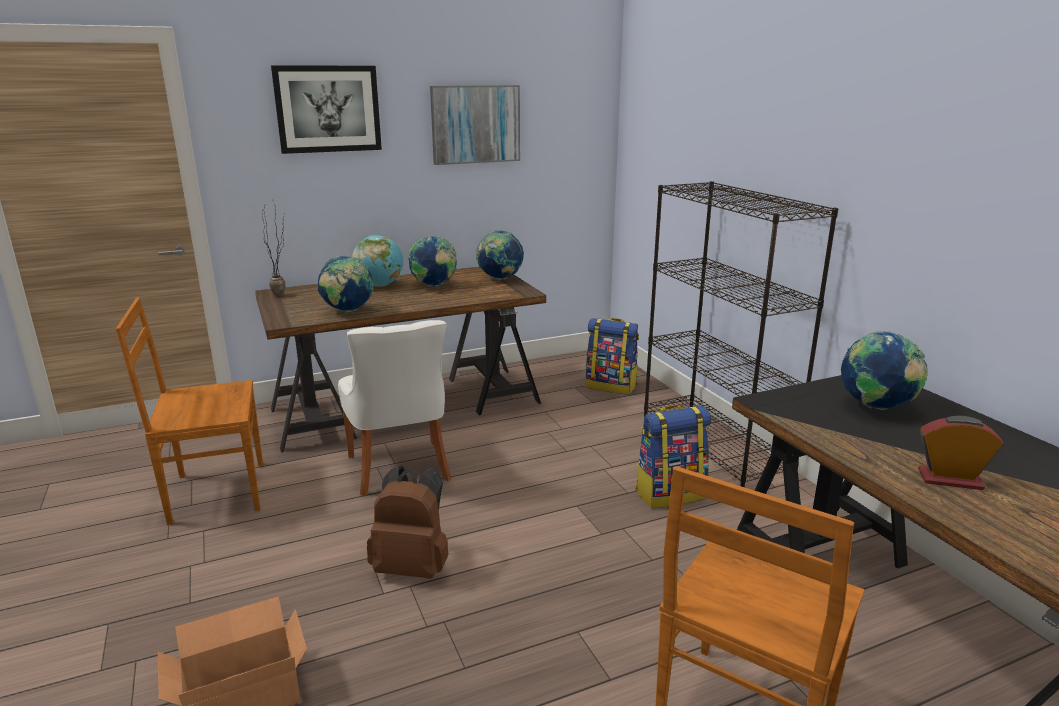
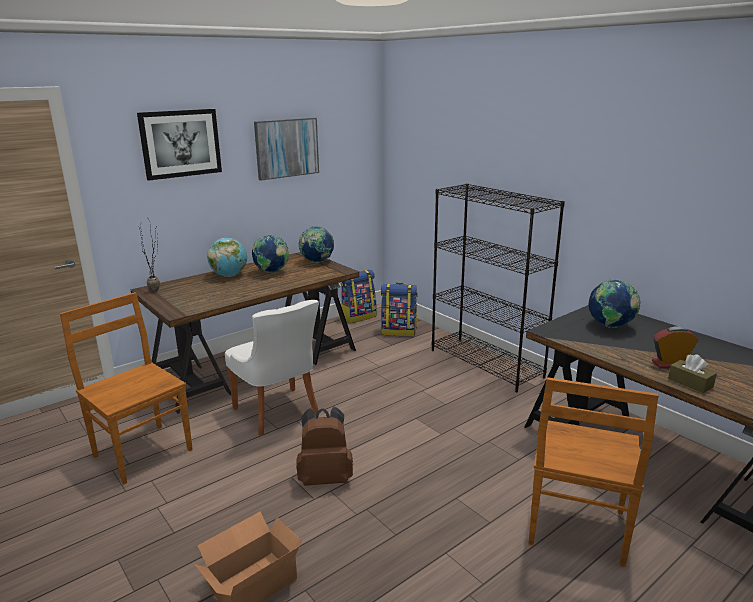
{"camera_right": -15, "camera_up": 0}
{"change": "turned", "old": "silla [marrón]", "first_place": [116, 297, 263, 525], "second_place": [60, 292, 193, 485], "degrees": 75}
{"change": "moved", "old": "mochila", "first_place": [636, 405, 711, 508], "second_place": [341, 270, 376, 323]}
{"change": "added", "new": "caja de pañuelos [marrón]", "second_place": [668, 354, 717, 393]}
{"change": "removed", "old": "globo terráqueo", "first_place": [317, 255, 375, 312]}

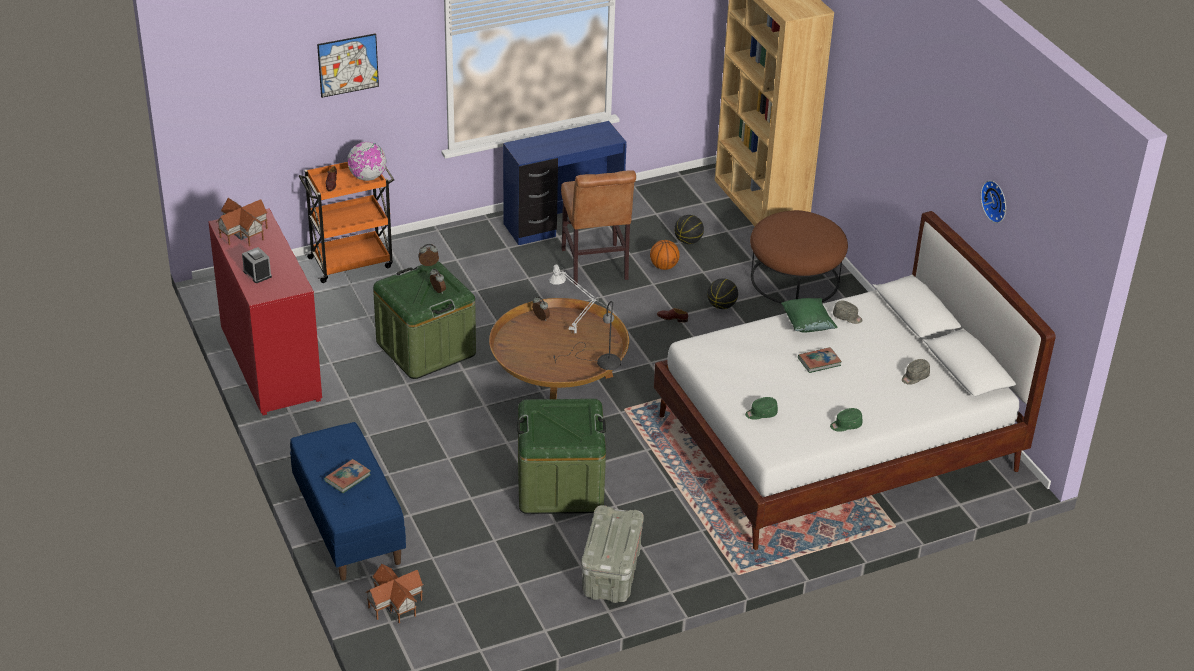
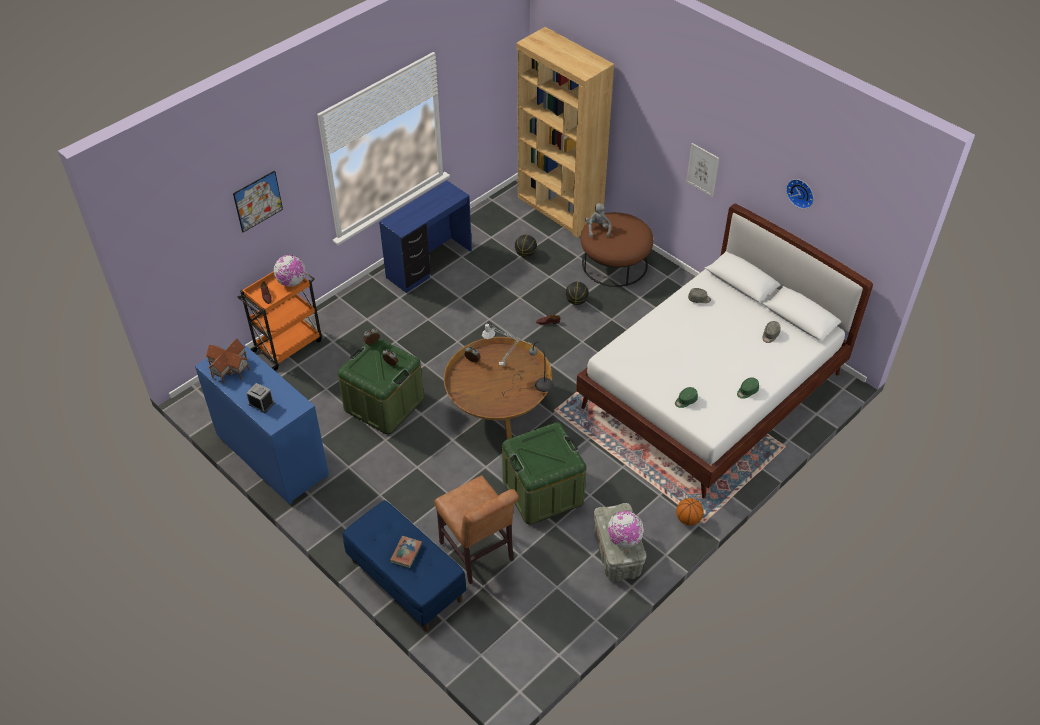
{"camera_right": -20, "camera_up": 10}
{"change": "recoloured", "old": "cómoda [rojo]", "new": "cómoda [azul]", "first_place": [208, 208, 322, 415], "second_place": [195, 339, 329, 504]}
{"change": "moved", "old": "silla [marrón]", "first_place": [561, 170, 636, 285], "second_place": [434, 475, 519, 584]}
{"change": "added", "new": "peluche [gris]", "second_place": [585, 203, 611, 237]}
{"change": "added", "new": "globo terráqueo", "second_place": [608, 511, 644, 548]}
{"change": "moved", "old": "balón de baloncesto", "first_place": [650, 240, 680, 270], "second_place": [676, 498, 704, 525]}
{"change": "added", "new": "cuadro", "second_place": [686, 143, 719, 197]}
{"change": "removed", "old": "casita", "first_place": [365, 564, 424, 623]}
{"change": "removed", "old": "cojín [verde]", "first_place": [781, 298, 838, 333]}
{"change": "removed", "old": "libro", "first_place": [798, 347, 842, 373]}

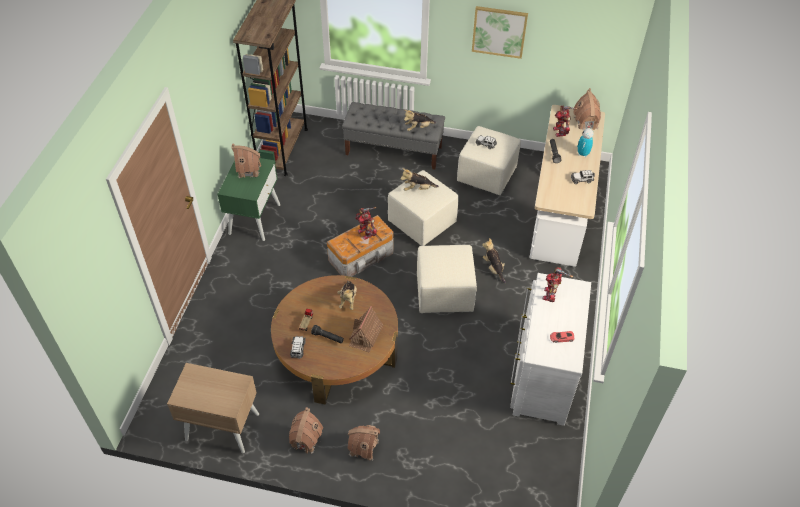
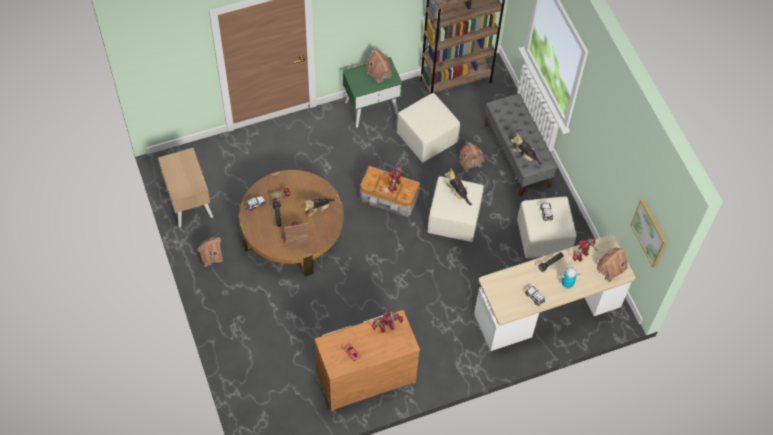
{"camera_right": 55, "camera_up": 10}
{"change": "recoloured", "old": "cómoda [blanco]", "new": "cómoda [marrón]", "first_place": [510, 273, 591, 426], "second_place": [314, 310, 420, 412]}
{"change": "moved", "old": "puf [beis]", "first_place": [417, 245, 477, 313], "second_place": [397, 93, 460, 162]}
{"change": "moved", "old": "casita", "first_place": [347, 425, 380, 461], "second_place": [459, 142, 485, 170]}
{"change": "moved", "old": "cuadro", "first_place": [472, 6, 528, 59], "second_place": [630, 198, 667, 268]}
{"change": "removed", "old": "peluche", "first_place": [482, 238, 506, 283]}

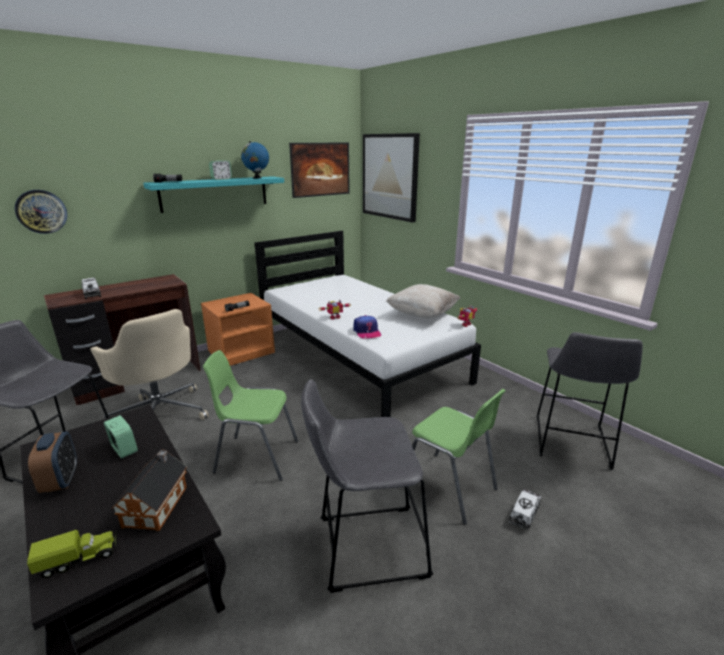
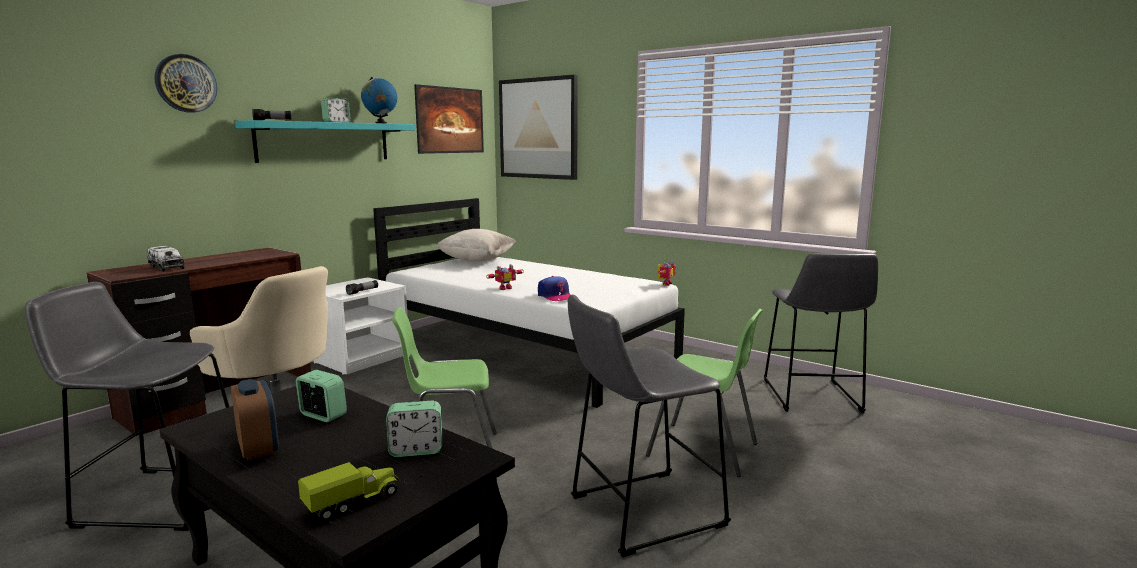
{"camera_right": -15, "camera_up": -10}
{"change": "moved", "old": "reloj de pared", "first_place": [15, 190, 67, 234], "second_place": [154, 54, 217, 113]}
{"change": "recoloured", "old": "mesita de noche [naranja]", "new": "mesita de noche [blanco]", "first_place": [201, 293, 275, 366], "second_place": [313, 277, 408, 375]}
{"change": "replaced", "old": "casita", "new": "despertador", "first_place": [111, 450, 187, 531], "second_place": [386, 401, 442, 457]}
{"change": "moved", "old": "cojín [beis]", "first_place": [386, 284, 460, 319], "second_place": [436, 229, 516, 262]}
{"change": "removed", "old": "camión de juguete", "first_place": [509, 489, 542, 531]}

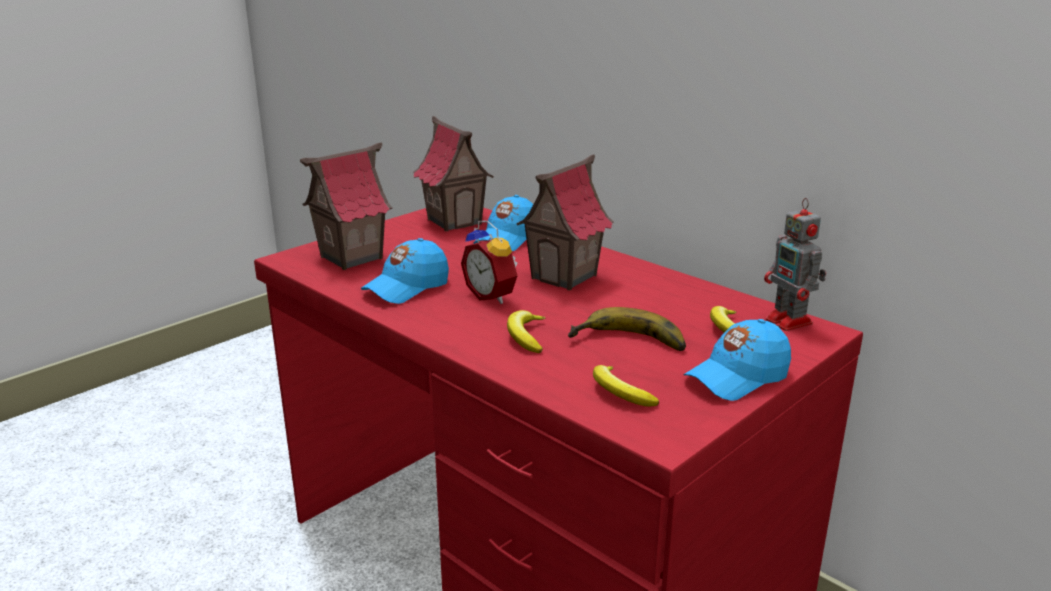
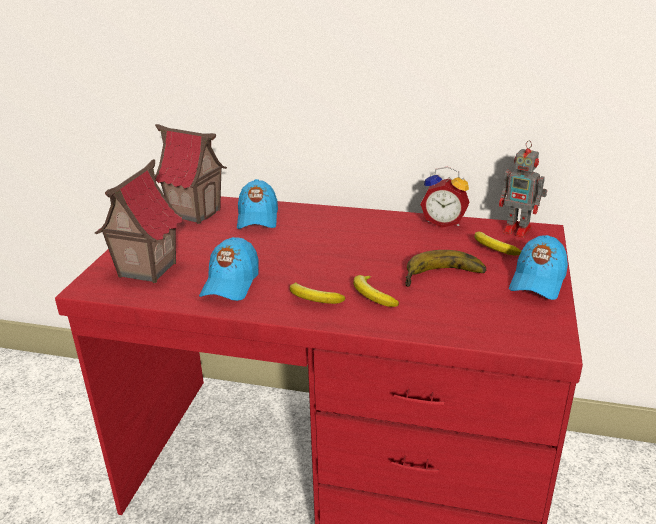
{"camera_right": -30, "camera_up": 5}
{"change": "moved", "old": "plátano", "first_place": [593, 365, 659, 406], "second_place": [290, 282, 346, 304]}
{"change": "moved", "old": "despertador", "first_place": [461, 221, 517, 304], "second_place": [420, 167, 470, 228]}
{"change": "removed", "old": "casita", "first_place": [516, 155, 614, 290]}

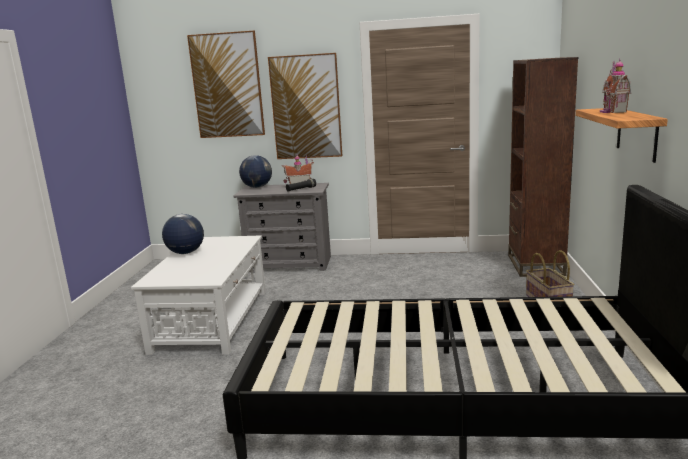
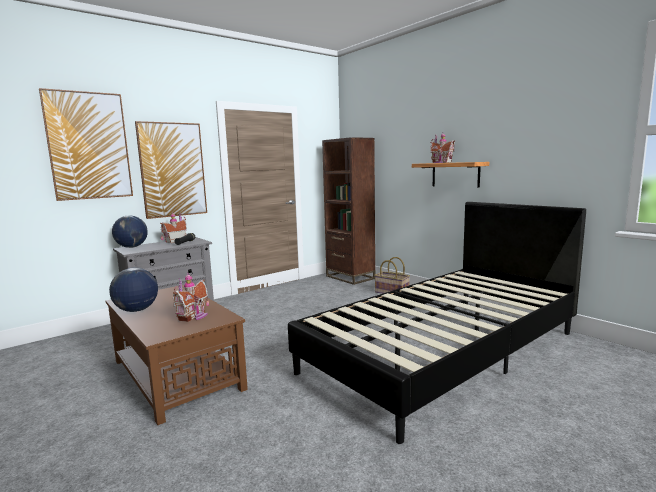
{"camera_right": -45, "camera_up": -5}
{"change": "recoloured", "old": "mesa de centro [blanco]", "new": "mesa de centro [marrón]", "first_place": [131, 235, 266, 355], "second_place": [105, 285, 248, 425]}
{"change": "added", "new": "casita", "second_place": [173, 273, 209, 322]}

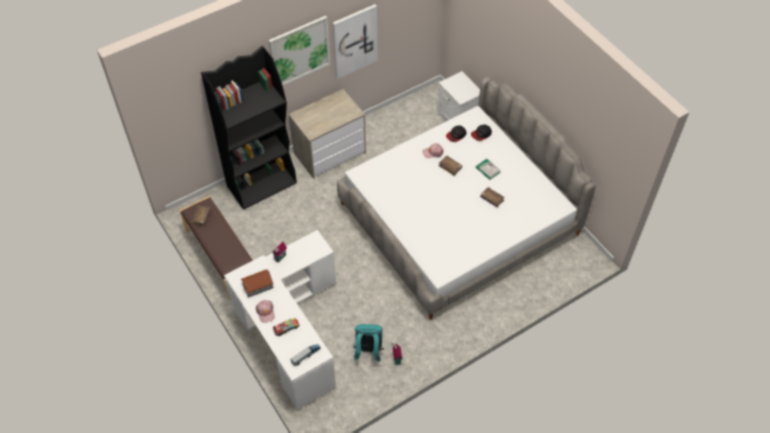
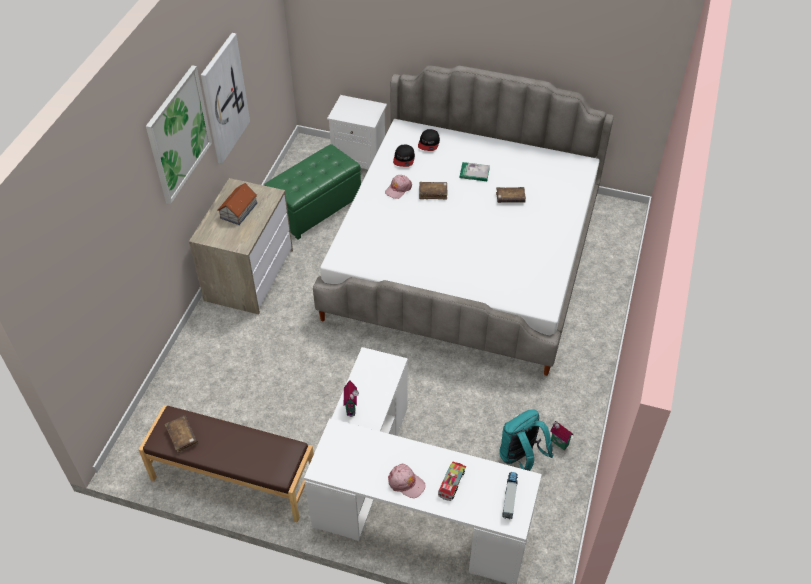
{"camera_right": -40, "camera_up": -5}
{"change": "moved", "old": "casita", "first_place": [241, 269, 274, 298], "second_place": [217, 183, 257, 225]}
{"change": "added", "new": "puf [verde]", "second_place": [264, 144, 361, 240]}
{"change": "removed", "old": "estantería [negro]", "first_place": [201, 46, 297, 210]}

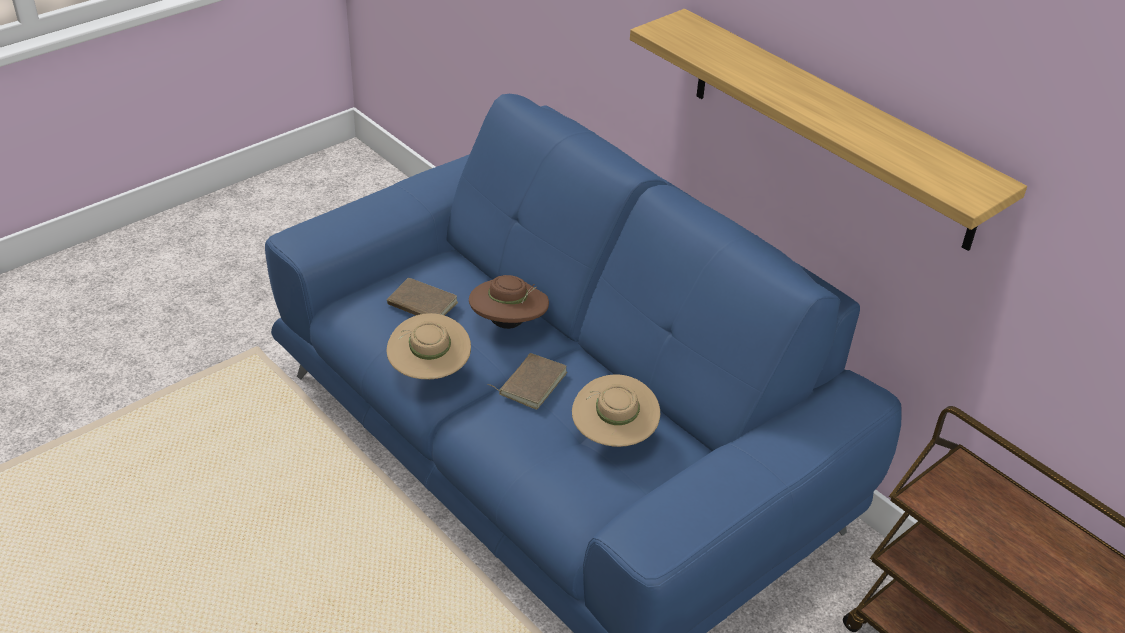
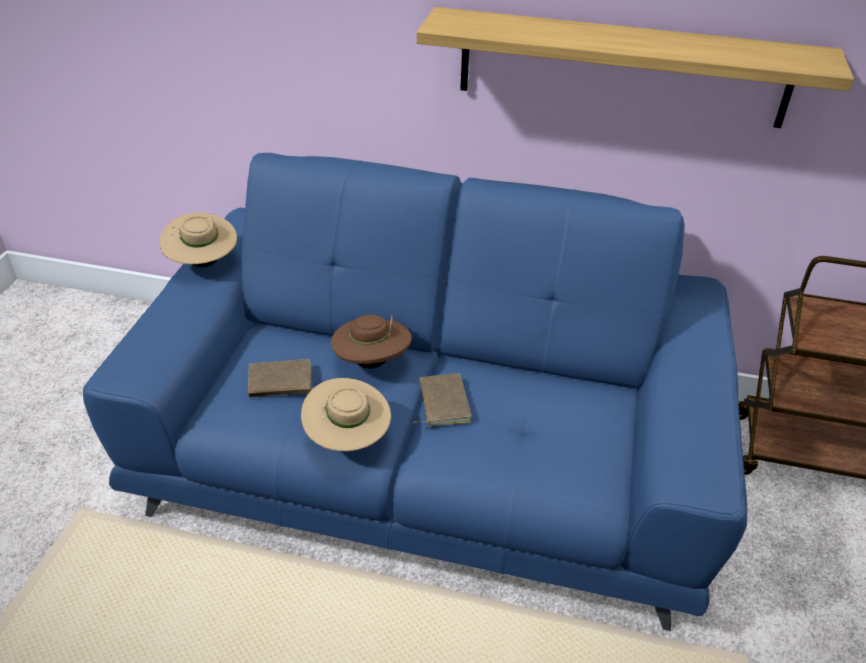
{"camera_right": -35, "camera_up": 0}
{"change": "moved", "old": "sombrero [beis]", "first_place": [572, 375, 660, 447], "second_place": [160, 212, 237, 267]}

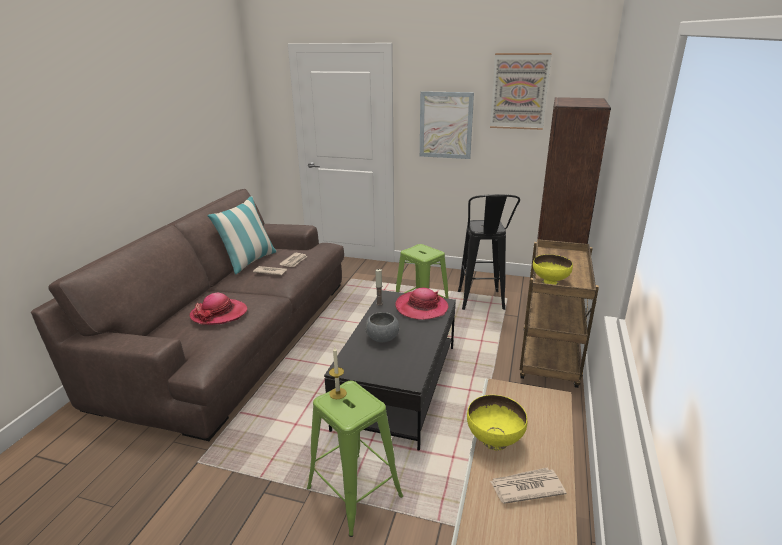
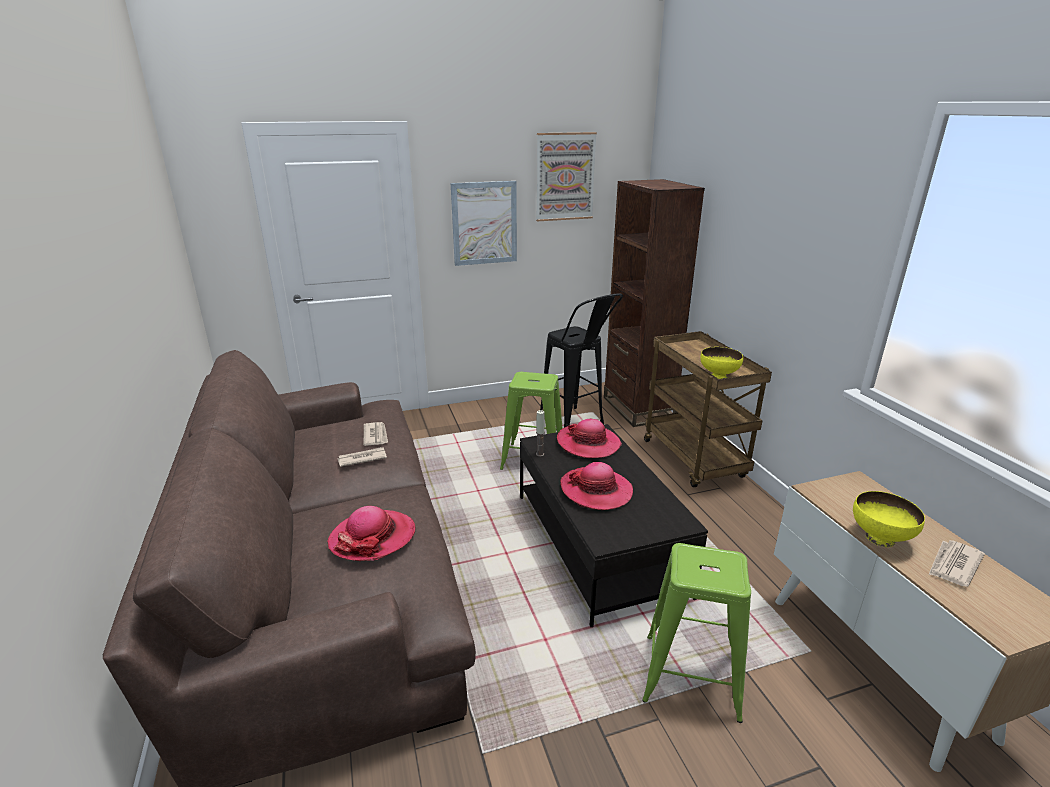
{"camera_right": -35, "camera_up": 0}
{"change": "replaced", "old": "cuenco [gris]", "new": "sombrero", "first_place": [365, 312, 399, 342], "second_place": [560, 462, 633, 510]}
{"change": "removed", "old": "cojín", "first_place": [207, 196, 277, 275]}
{"change": "removed", "old": "vela", "first_place": [329, 347, 347, 399]}

